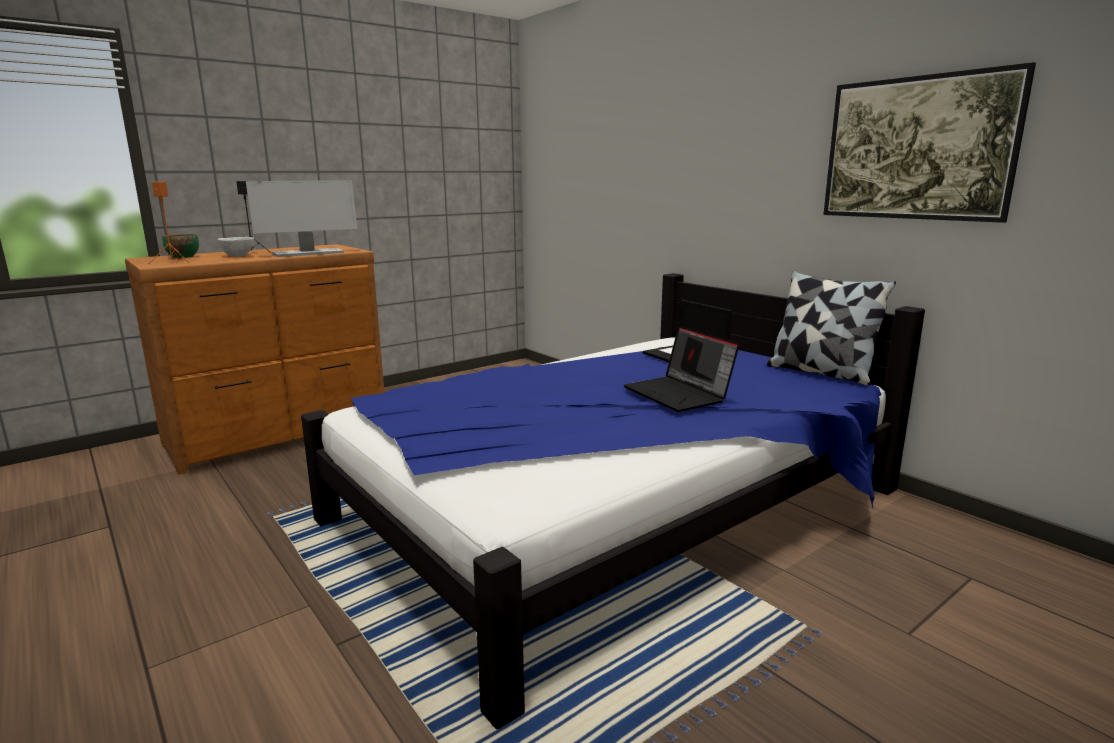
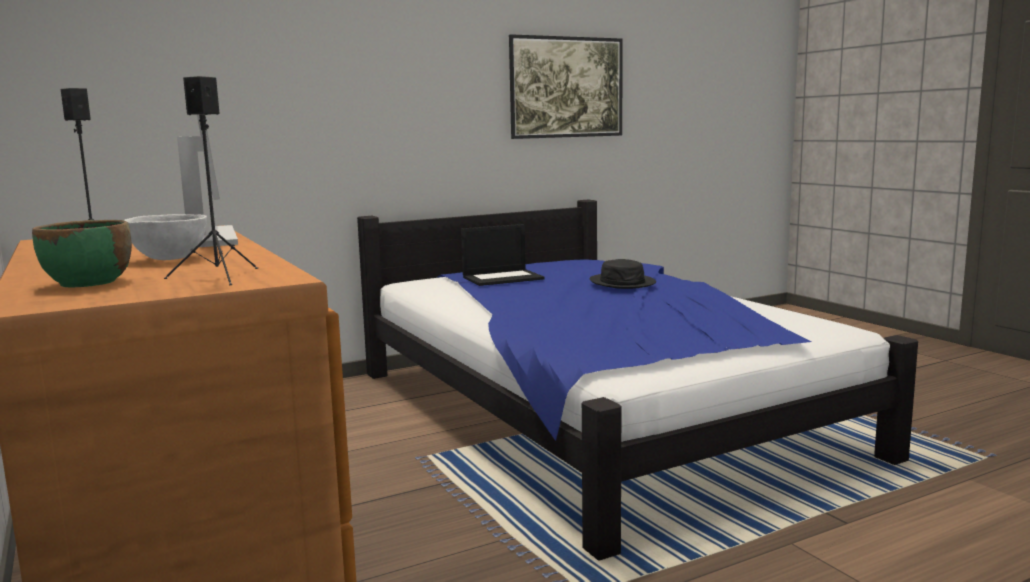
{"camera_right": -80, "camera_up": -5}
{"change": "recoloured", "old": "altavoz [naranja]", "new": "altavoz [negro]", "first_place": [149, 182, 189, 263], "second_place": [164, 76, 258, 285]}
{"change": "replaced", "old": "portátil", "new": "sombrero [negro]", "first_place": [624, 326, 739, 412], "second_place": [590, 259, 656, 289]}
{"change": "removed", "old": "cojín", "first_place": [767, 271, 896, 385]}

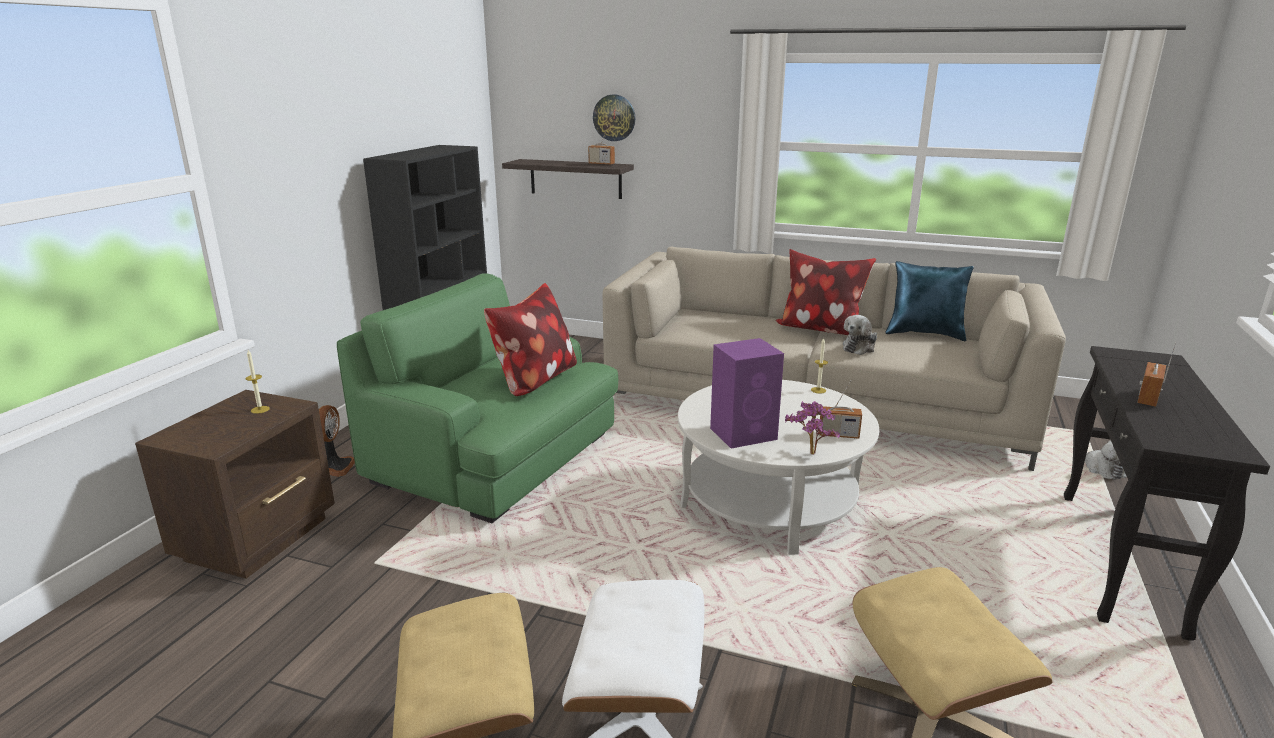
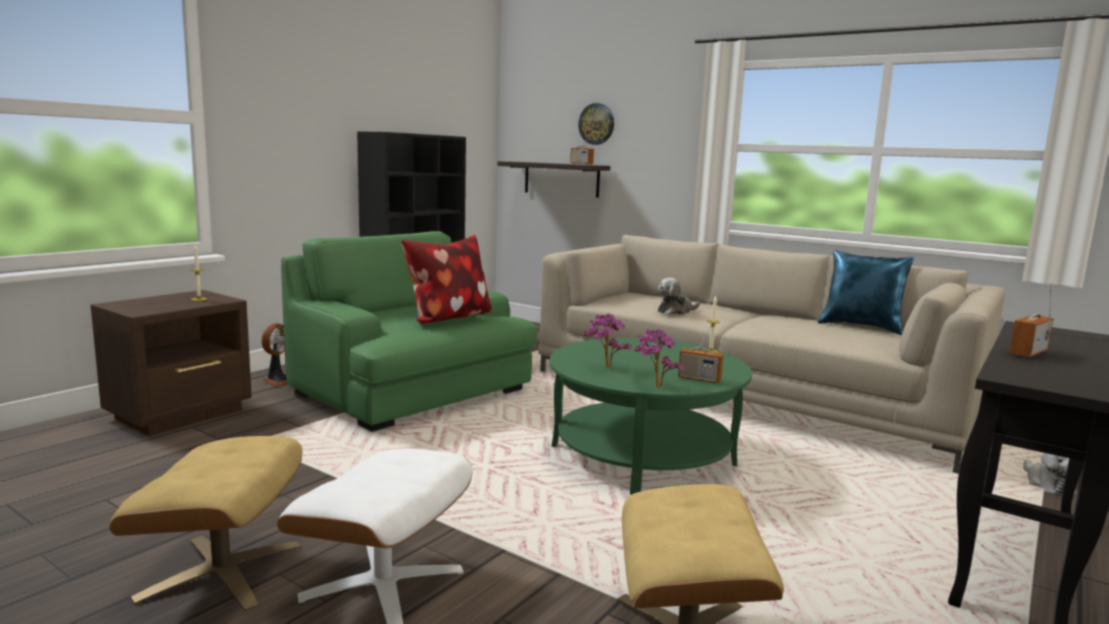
{"camera_right": 15, "camera_up": -10}
{"change": "recoloured", "old": "mesa de centro [blanco]", "new": "mesa de centro [verde]", "first_place": [678, 380, 879, 555], "second_place": [550, 338, 752, 495]}
{"change": "replaced", "old": "altavoz [morado]", "new": "planta en maceta", "first_place": [710, 338, 784, 449], "second_place": [583, 314, 632, 368]}
{"change": "moved", "old": "peluche", "first_place": [843, 315, 877, 355], "second_place": [658, 278, 700, 315]}
{"change": "removed", "old": "cojín", "first_place": [775, 249, 876, 335]}

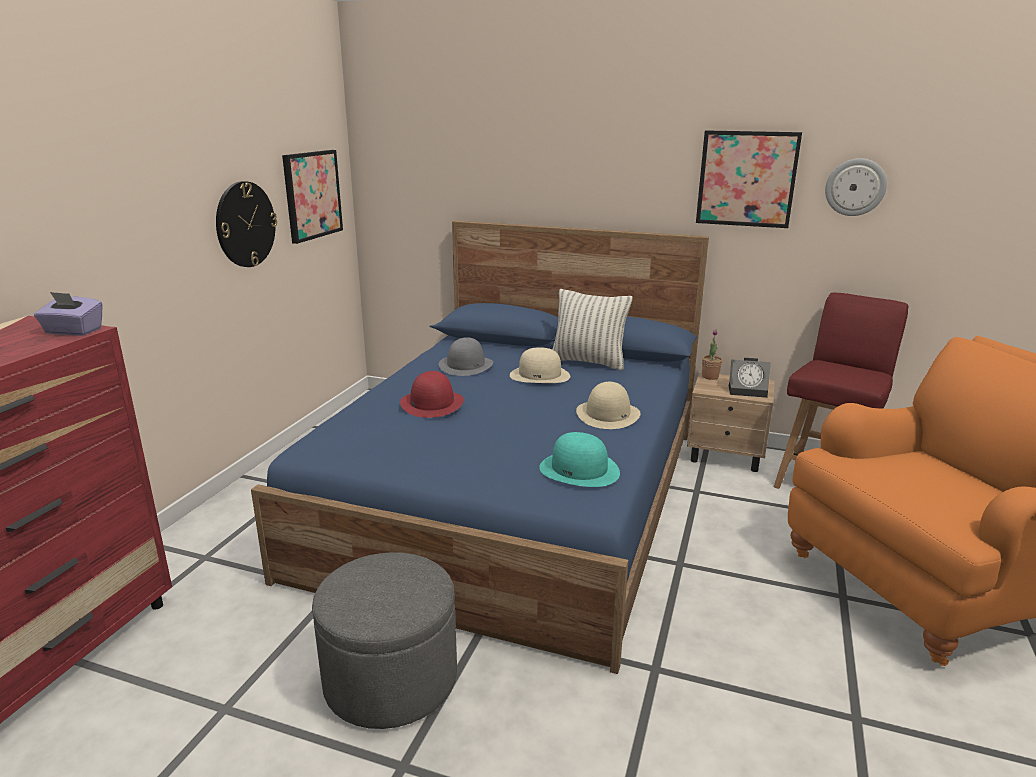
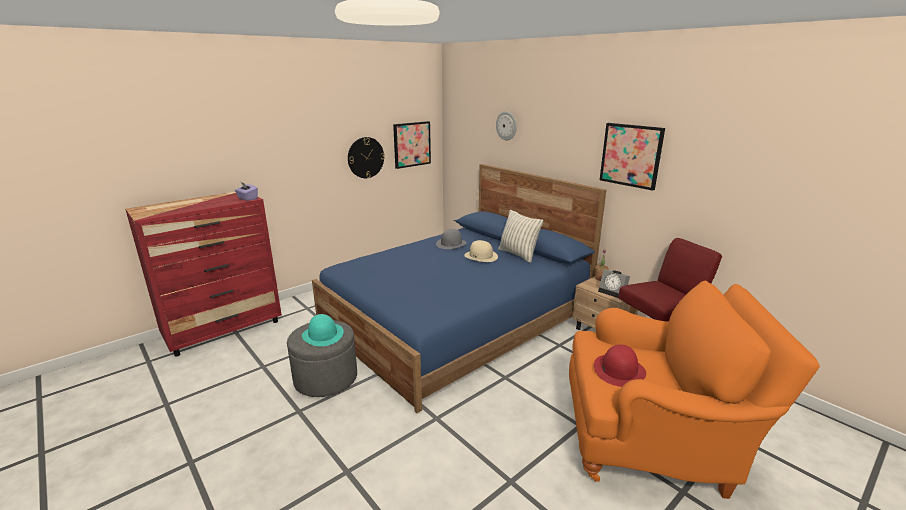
{"camera_right": 30, "camera_up": 0}
{"change": "moved", "old": "sombrero [turquesa]", "first_place": [539, 432, 620, 487], "second_place": [302, 314, 344, 346]}
{"change": "moved", "old": "reloj de pared", "first_place": [825, 158, 887, 216], "second_place": [496, 111, 517, 140]}
{"change": "moved", "old": "sombrero [rojo]", "first_place": [400, 371, 464, 418], "second_place": [594, 344, 646, 387]}
{"change": "removed", "old": "sombrero [beis]", "first_place": [576, 382, 641, 429]}

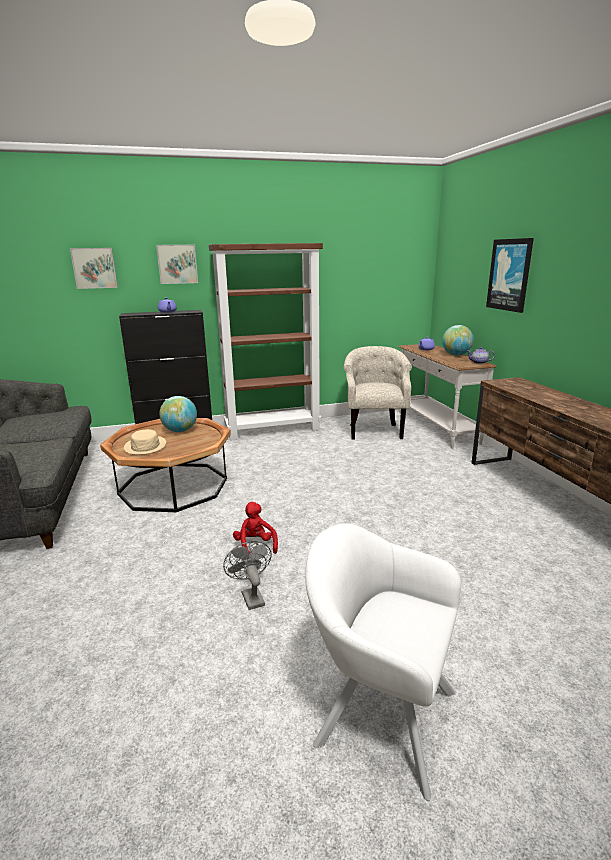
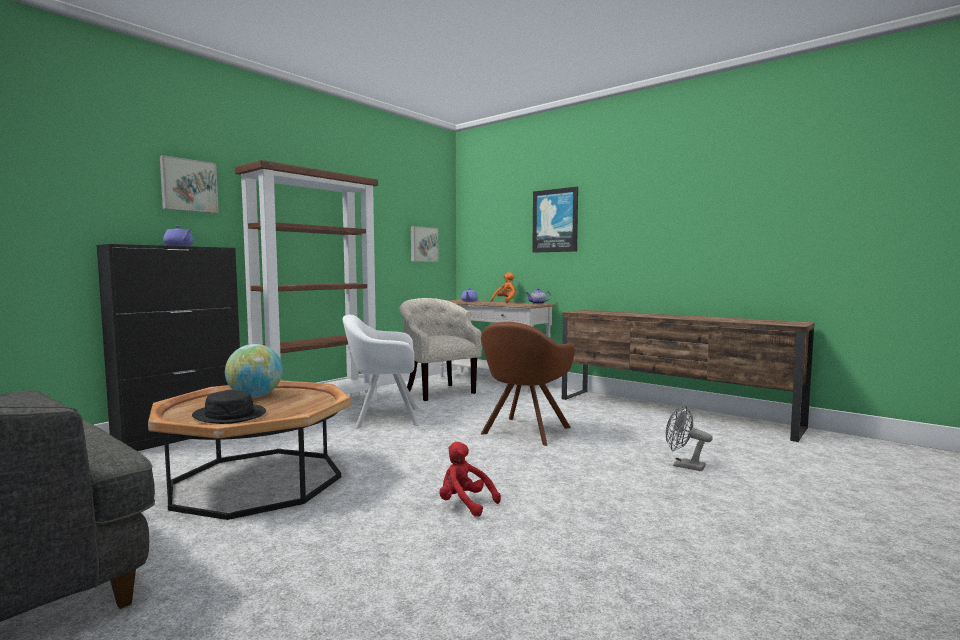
{"camera_right": -35, "camera_up": -15}
{"change": "recoloured", "old": "sombrero [beis]", "new": "sombrero [negro]", "first_place": [124, 429, 166, 455], "second_place": [192, 390, 266, 424]}
{"change": "moved", "old": "sillón [blanco]", "first_place": [305, 523, 461, 801], "second_place": [342, 315, 419, 429]}
{"change": "moved", "old": "cuadro", "first_place": [70, 248, 118, 289], "second_place": [411, 226, 439, 262]}
{"change": "added", "new": "sillón [marrón]", "second_place": [481, 322, 575, 446]}
{"change": "replaced", "old": "globo terráqueo", "new": "peluche [naranja]", "first_place": [442, 325, 474, 356], "second_place": [491, 272, 516, 303]}
{"change": "moved", "old": "ventilador [gris]", "first_place": [223, 541, 272, 610], "second_place": [666, 406, 713, 471]}

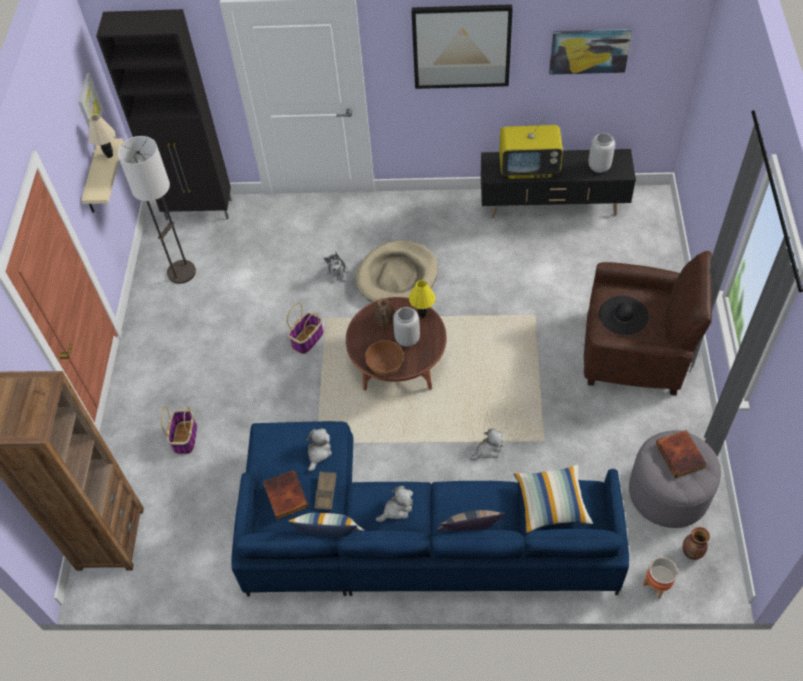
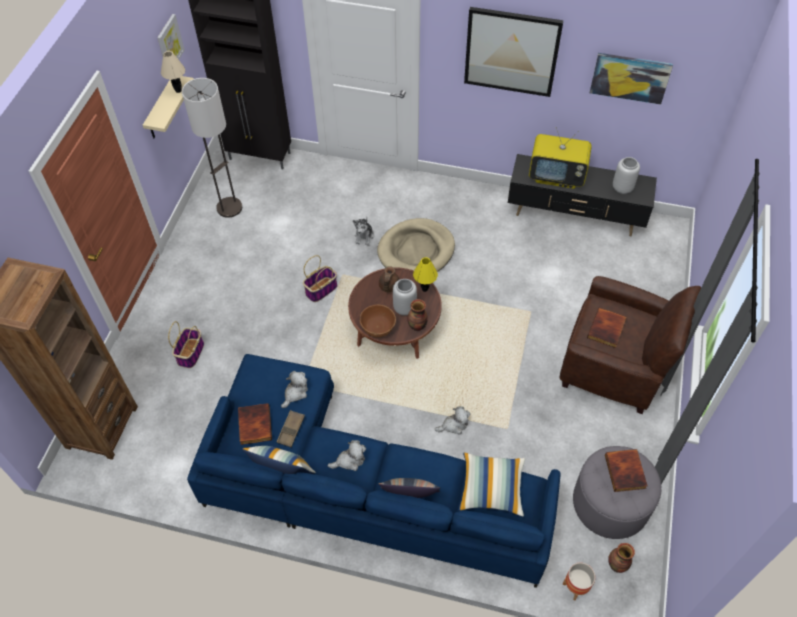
{"camera_right": 10, "camera_up": 0}
{"change": "added", "new": "florero", "second_place": [407, 299, 428, 331]}
{"change": "replaced", "old": "sombrero [negro]", "new": "libro", "first_place": [599, 296, 649, 335], "second_place": [587, 308, 626, 348]}

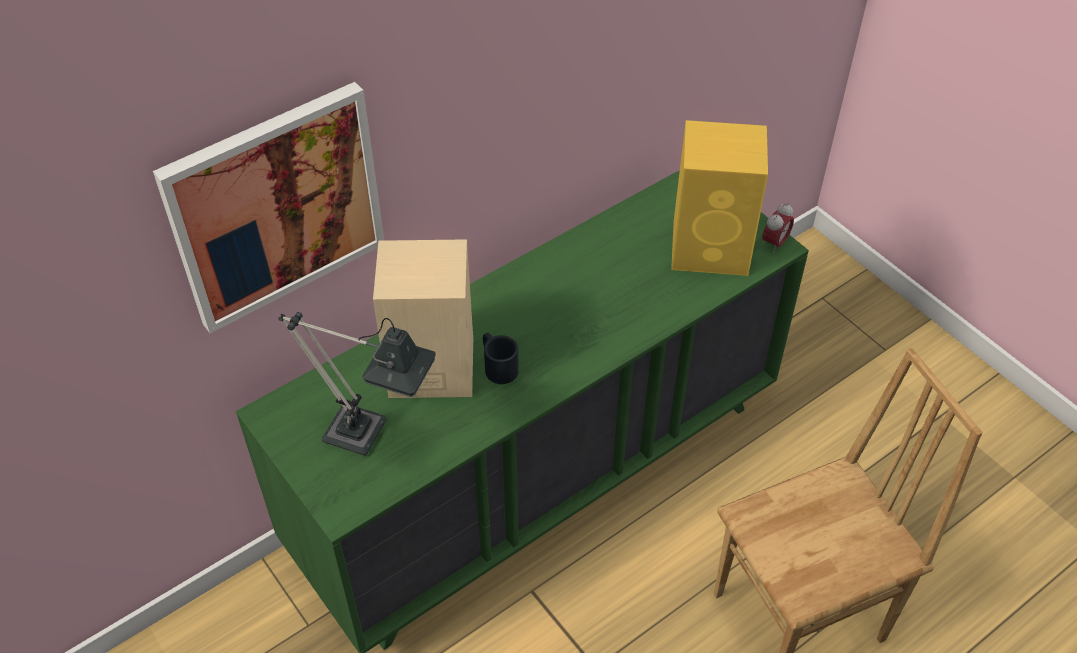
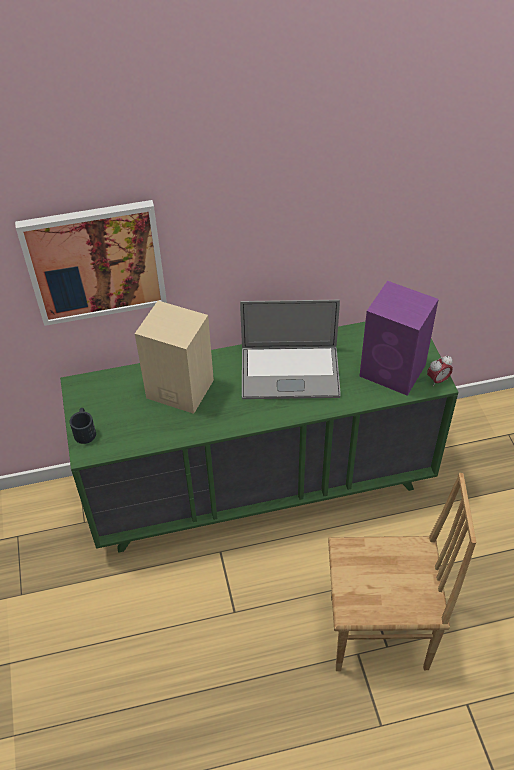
{"camera_right": 25, "camera_up": 0}
{"change": "moved", "old": "taza grande [negro]", "first_place": [483, 333, 519, 384], "second_place": [70, 408, 96, 444]}
{"change": "added", "new": "portátil", "second_place": [240, 300, 341, 399]}
{"change": "recoloured", "old": "altavoz [amarillo]", "new": "altavoz [morado]", "first_place": [671, 120, 768, 276], "second_place": [360, 281, 439, 396]}
{"change": "removed", "old": "lámpara de mesa", "first_place": [278, 312, 436, 455]}

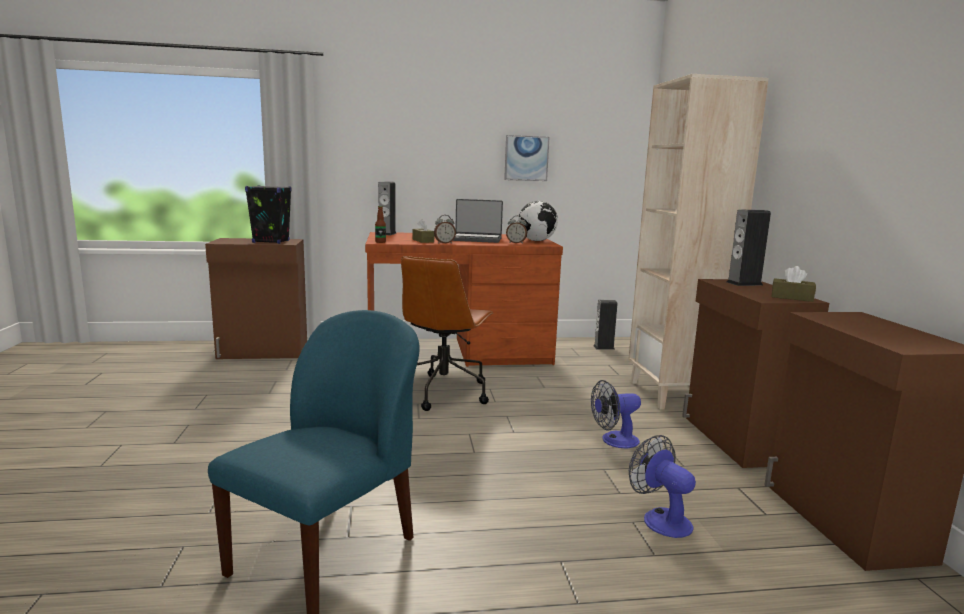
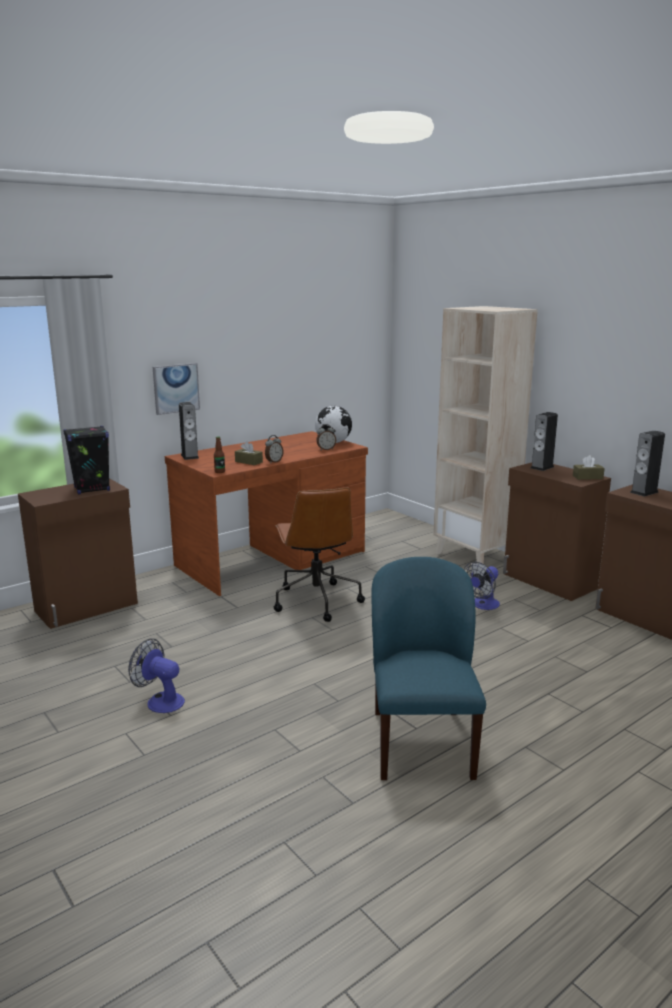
{"camera_right": -30, "camera_up": 5}
{"change": "moved", "old": "ventilador", "first_place": [629, 435, 696, 538], "second_place": [128, 638, 185, 713]}
{"change": "moved", "old": "cuadro", "first_place": [504, 135, 550, 181], "second_place": [153, 363, 200, 415]}
{"change": "moved", "old": "altavoz", "first_place": [593, 300, 618, 350], "second_place": [630, 430, 665, 497]}
{"change": "removed", "old": "portátil", "first_place": [453, 199, 503, 243]}

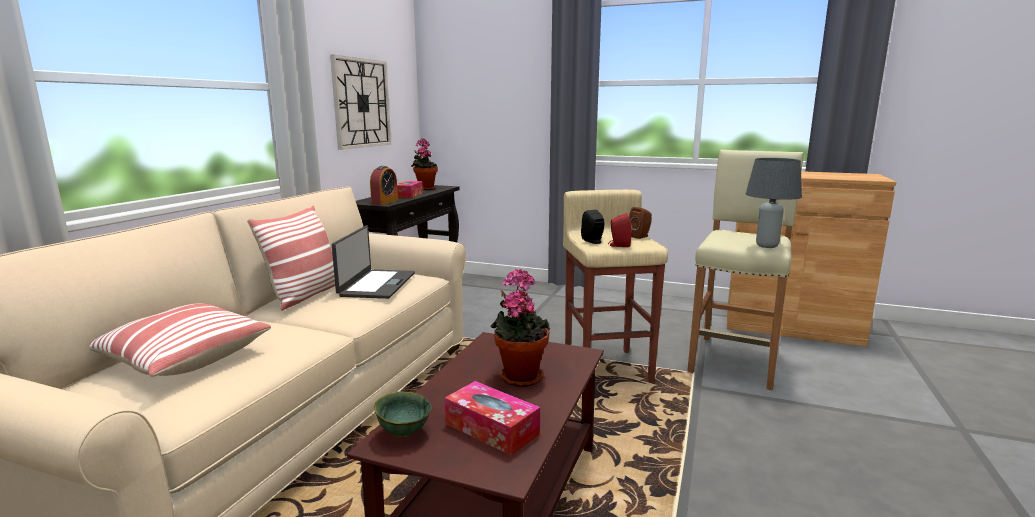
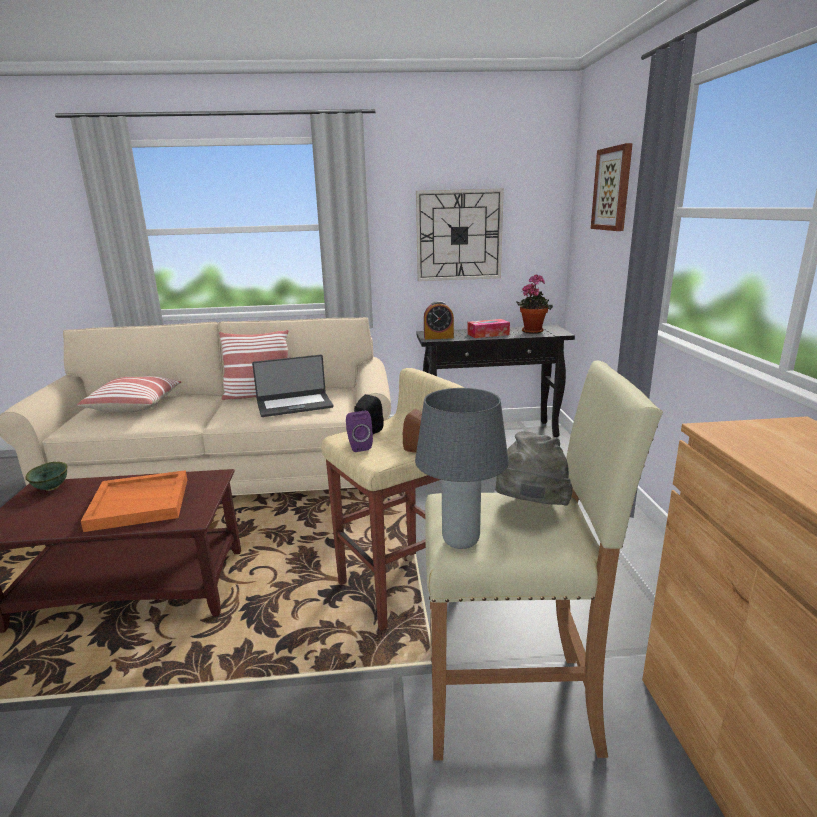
{"camera_right": 65, "camera_up": 5}
{"change": "replaced", "old": "planta en maceta", "new": "bandeja [naranja]", "first_place": [490, 269, 550, 387], "second_place": [81, 470, 187, 532]}
{"change": "recoloured", "old": "altavoz [rojo]", "new": "altavoz [morado]", "first_place": [608, 213, 632, 247], "second_place": [346, 411, 373, 452]}
{"change": "added", "new": "sombrero [gris]", "second_place": [495, 431, 573, 506]}
{"change": "added", "new": "cuadro", "second_place": [591, 143, 633, 231]}
{"change": "removed", "old": "caja de pañuelos", "first_place": [444, 381, 540, 456]}

